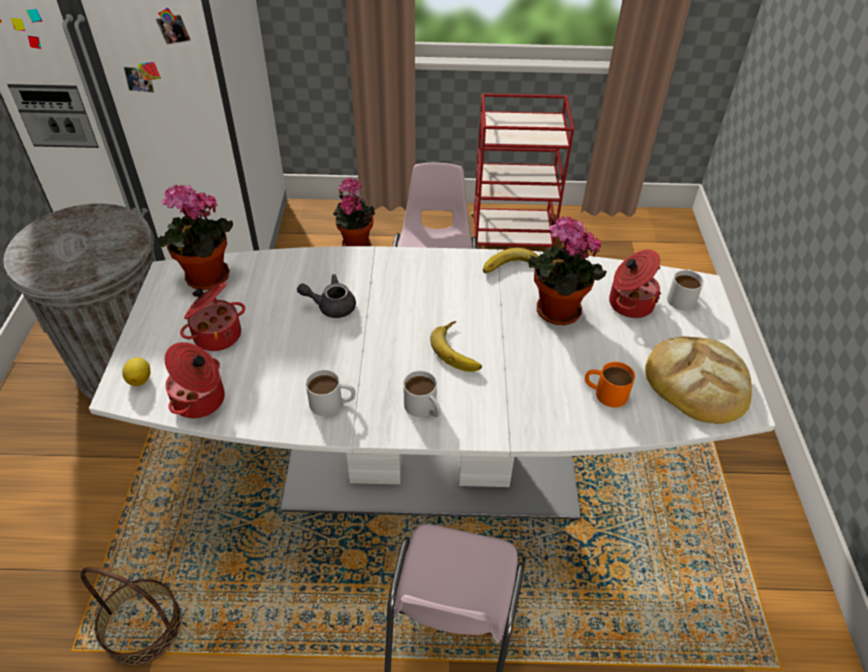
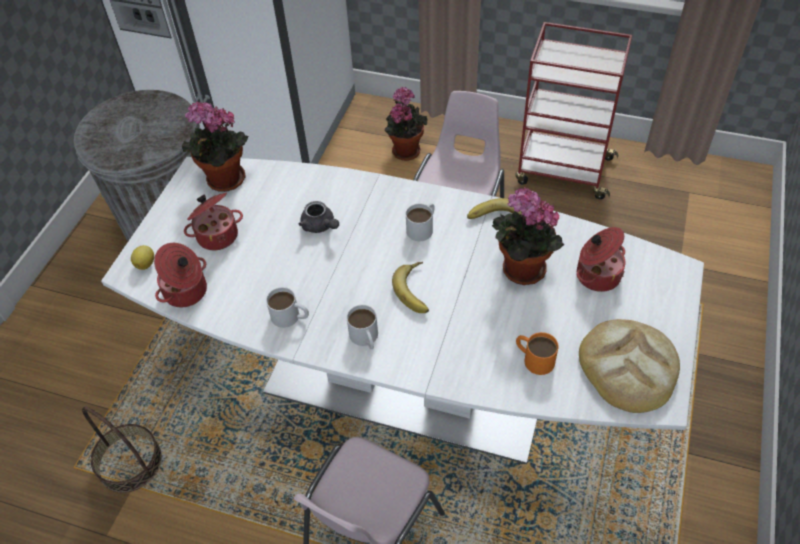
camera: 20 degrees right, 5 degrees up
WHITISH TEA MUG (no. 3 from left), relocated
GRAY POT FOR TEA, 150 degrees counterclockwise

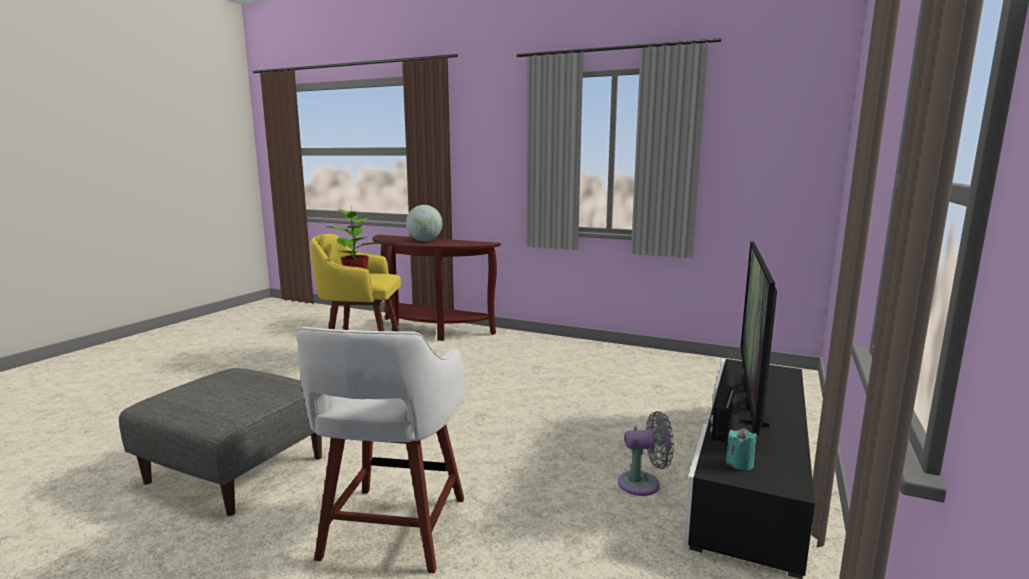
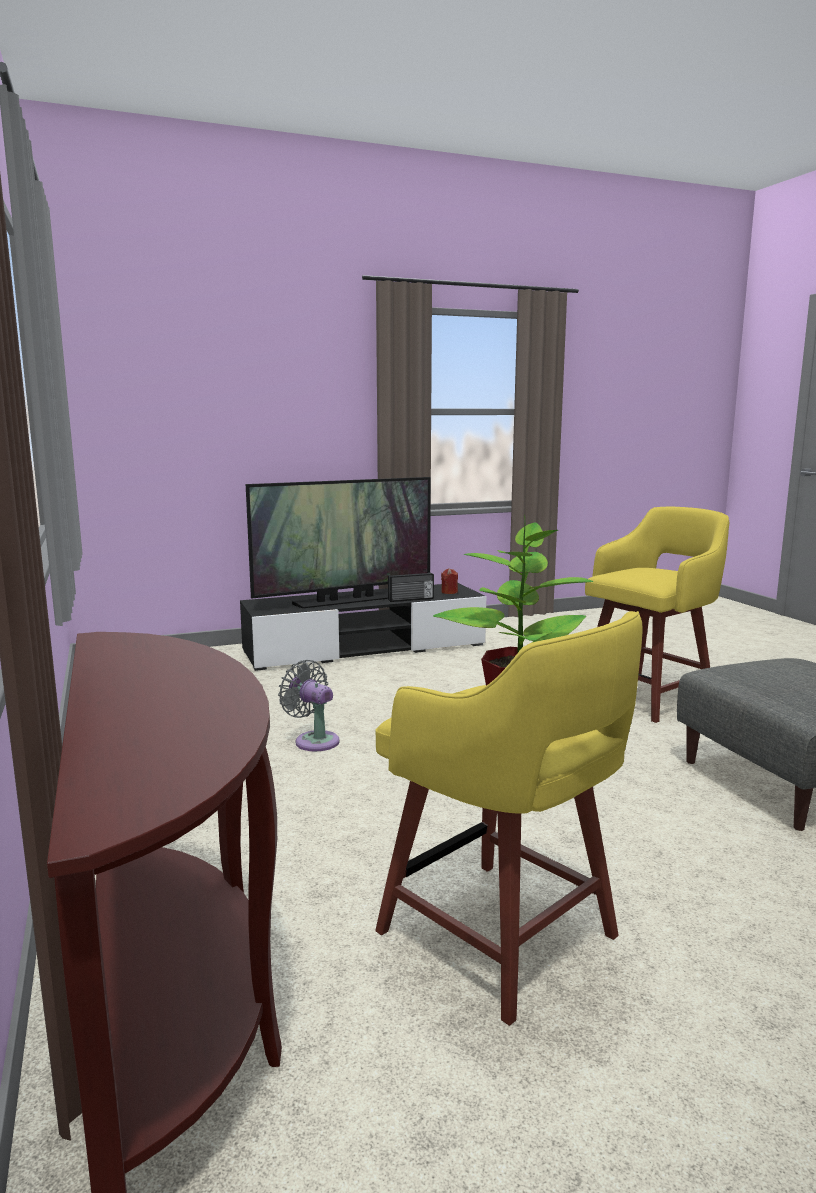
camera: 135 degrees left, 0 degrees up
WORLD GLOBE → -
WHITISH STOOL SEAT → YELLOW-COLOURED STOOL SEAT (no. 2 from left)
GRAY COOLING FAN, relocated
TURQUOISE-COLOURED WAX CANDLE → RED WAX CANDLE

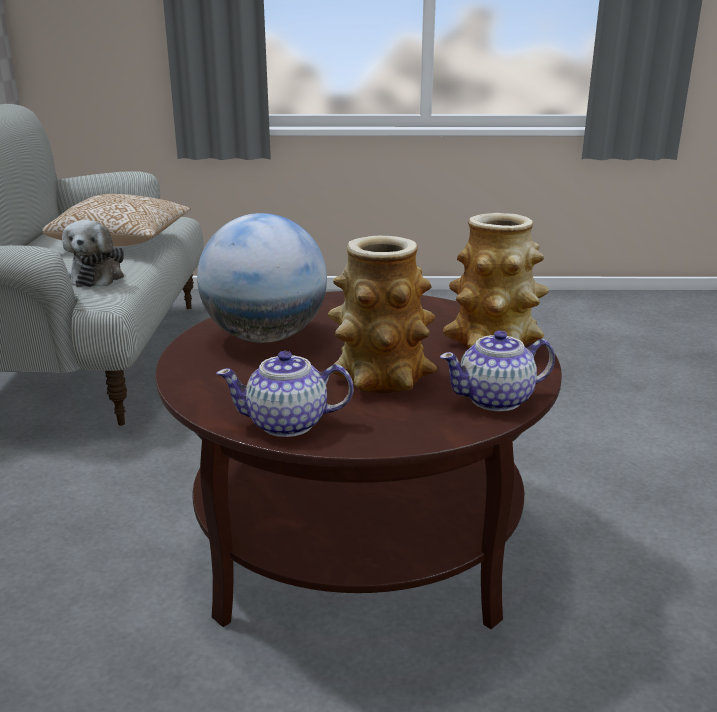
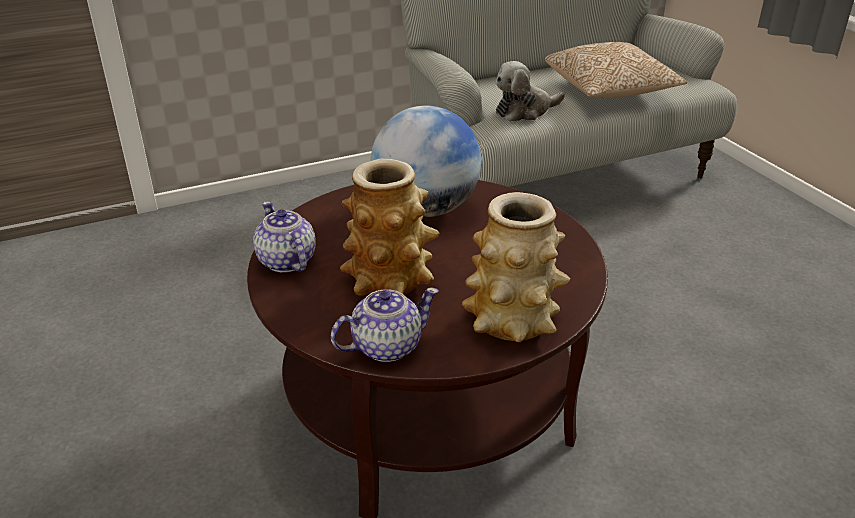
camera: 65 degrees right, 10 degrees up
POT FOR TEA (no. 2 from left), 105 degrees clockwise

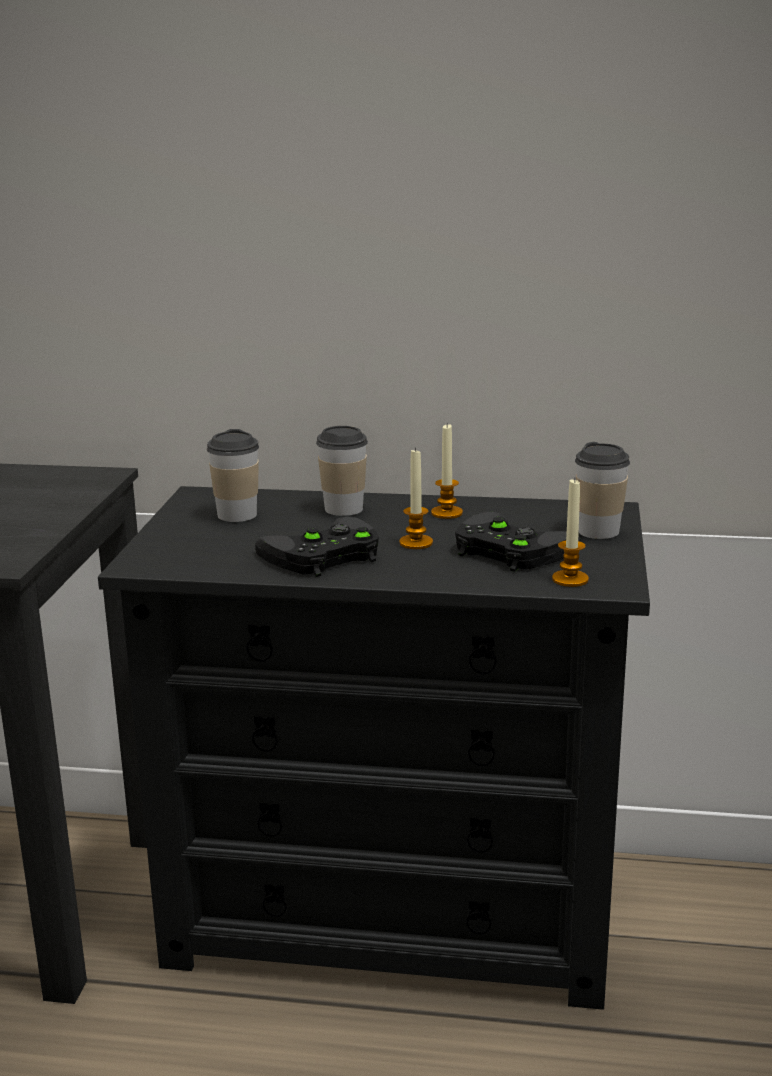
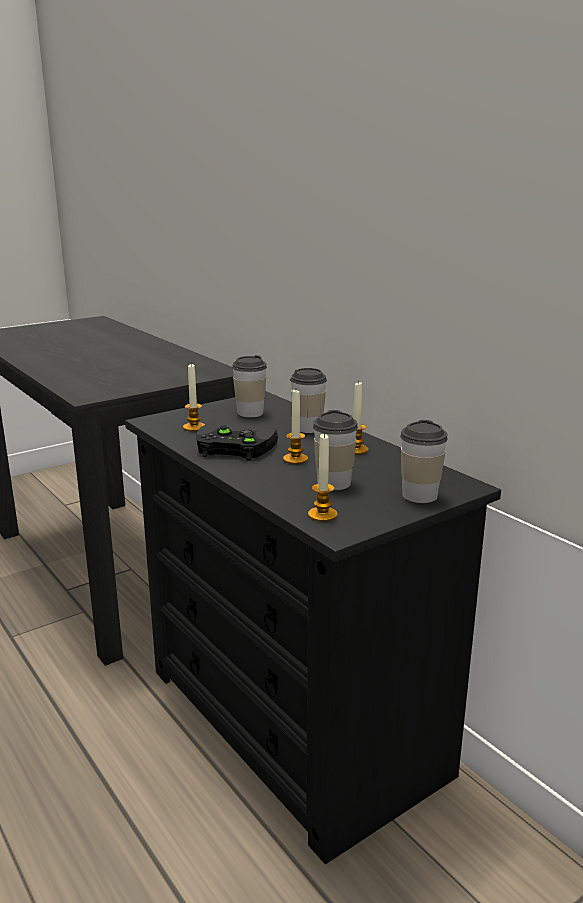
camera: 45 degrees right, 0 degrees up
BLACK-COLOURED GAME CONTROLLER (no. 2 from left) → DRINKING CUP (no. 3 from left)
- → WAX CANDLE (no. 1 from left)

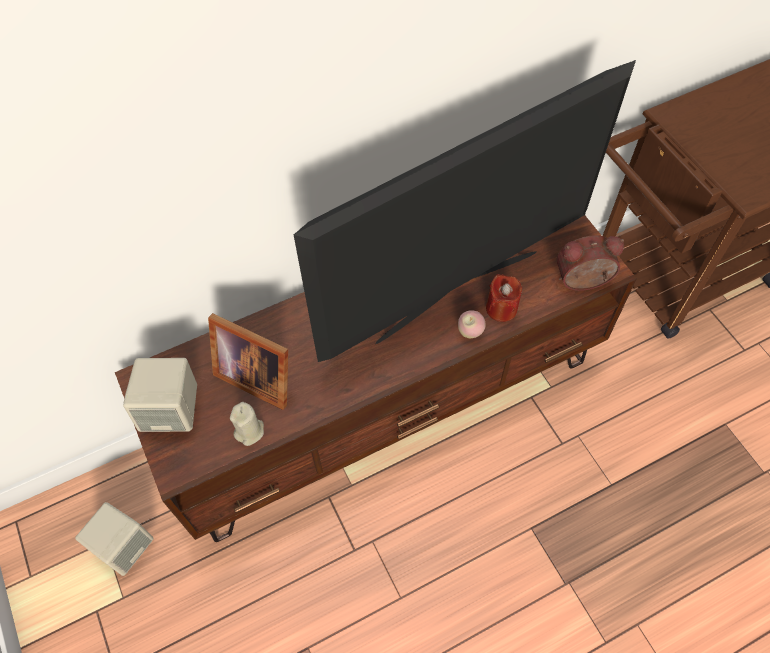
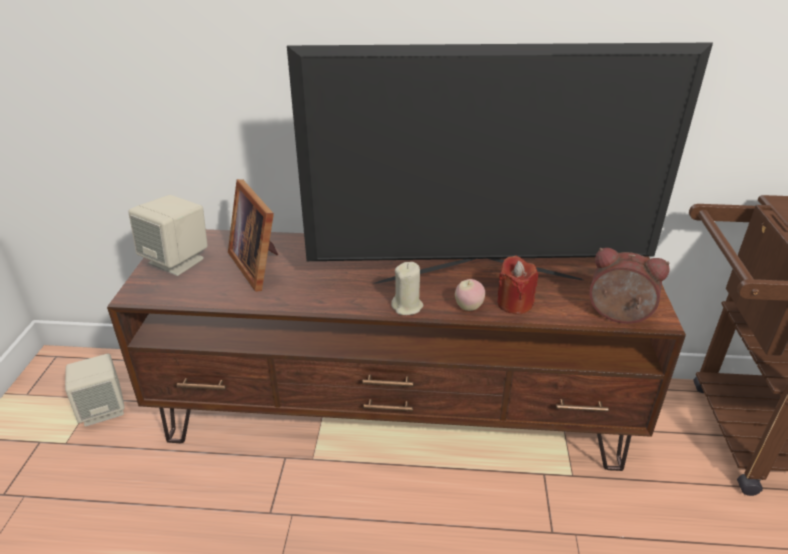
camera: 30 degrees right, 25 degrees down
BEIGE-COLOURED WAX CANDLE, relocated

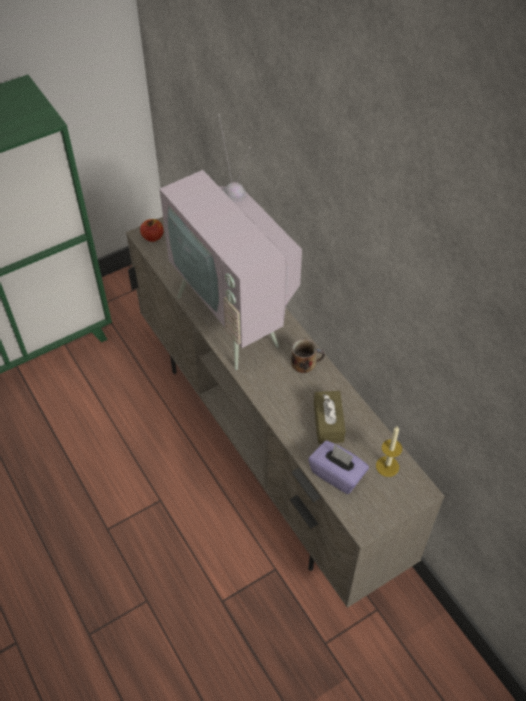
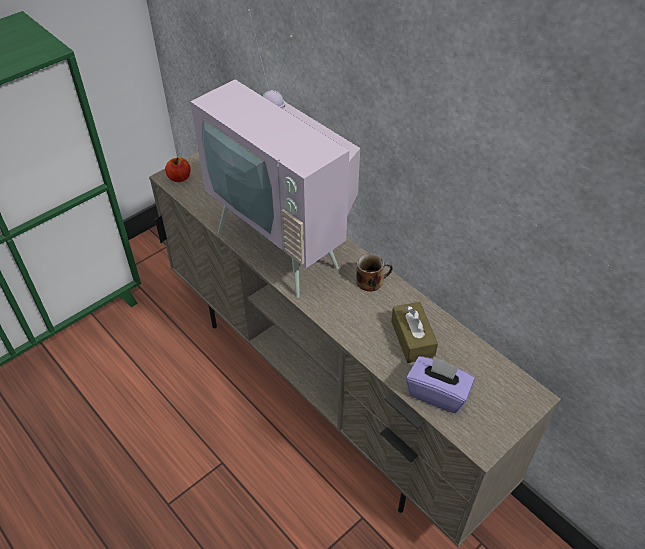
camera: 10 degrees left, 5 degrees down
WAX CANDLE → -

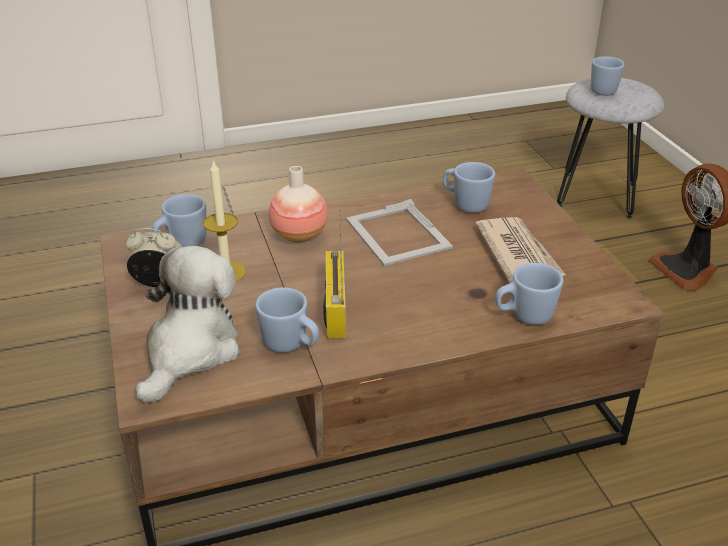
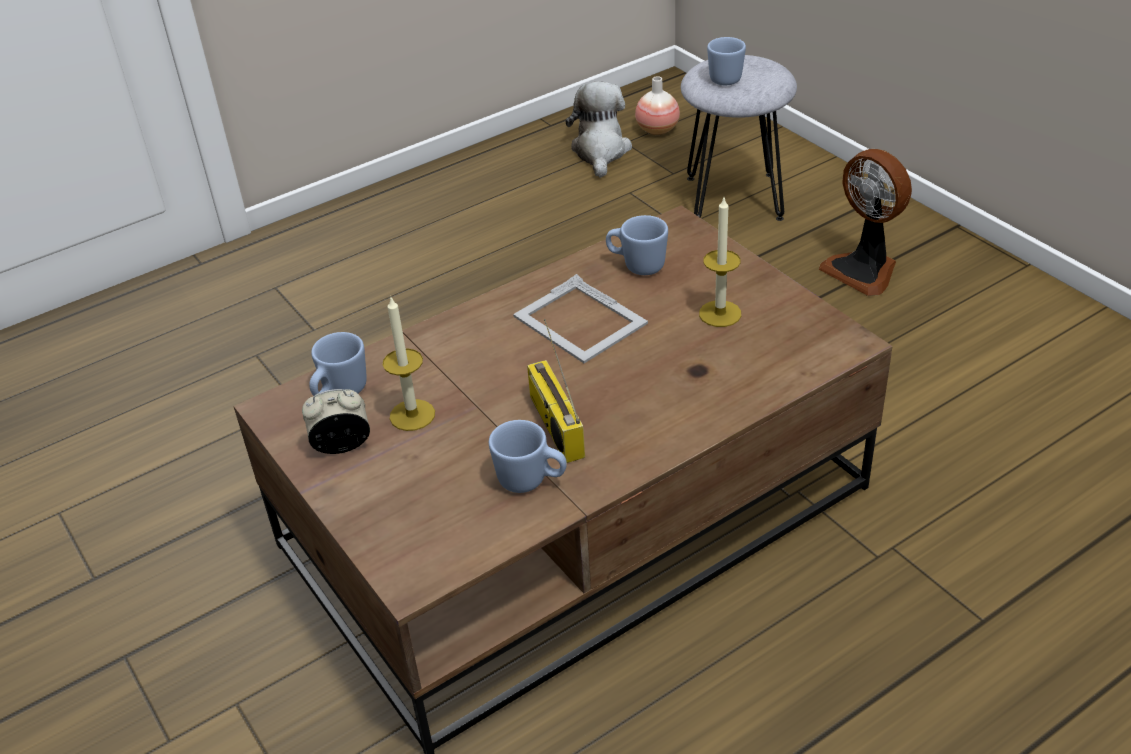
camera: 15 degrees left, 5 degrees up
VASE, relocated
NEWSPAPER → WAX CANDLE (no. 2 from left)
PLUSH TOY, relocated
BLUISH TEA MUG (no. 4 from left) → -

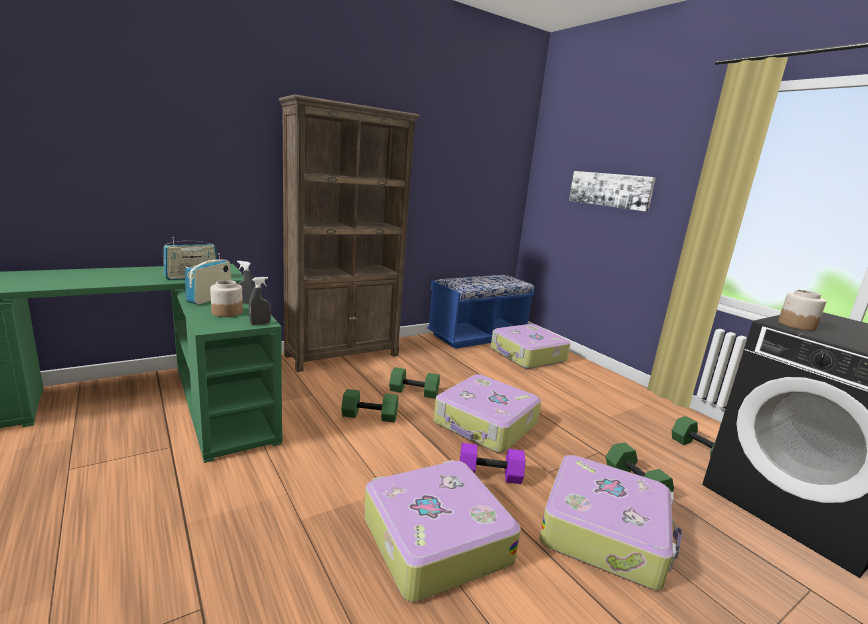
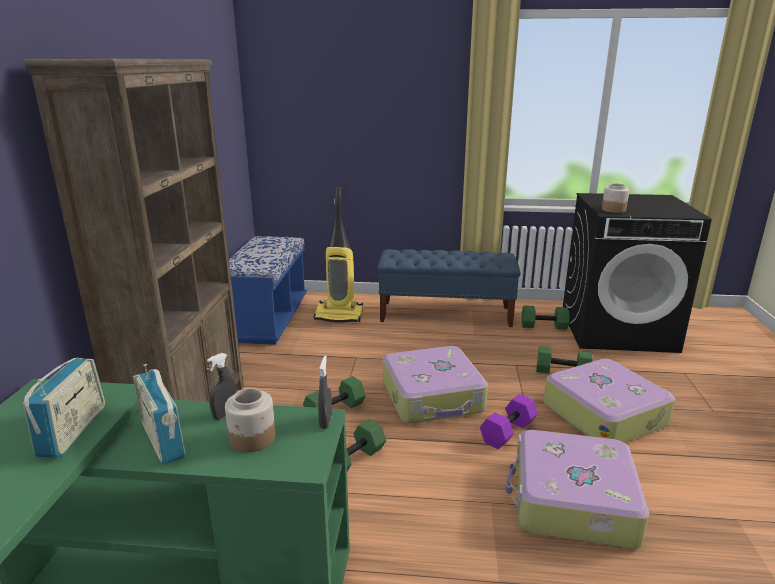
camera: 50 degrees left, 5 degrees up
PICTURE → -
TRAVEL CASE (no. 3 from left) → VACUUM
- → BLUISH BENCH (no. 2 from left)

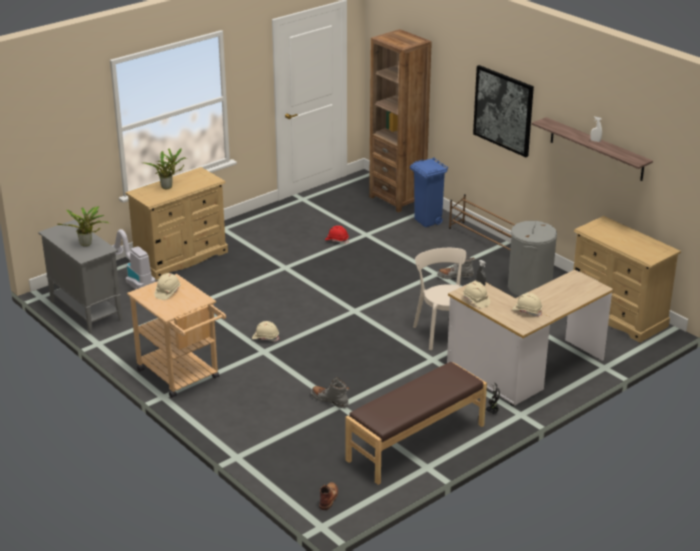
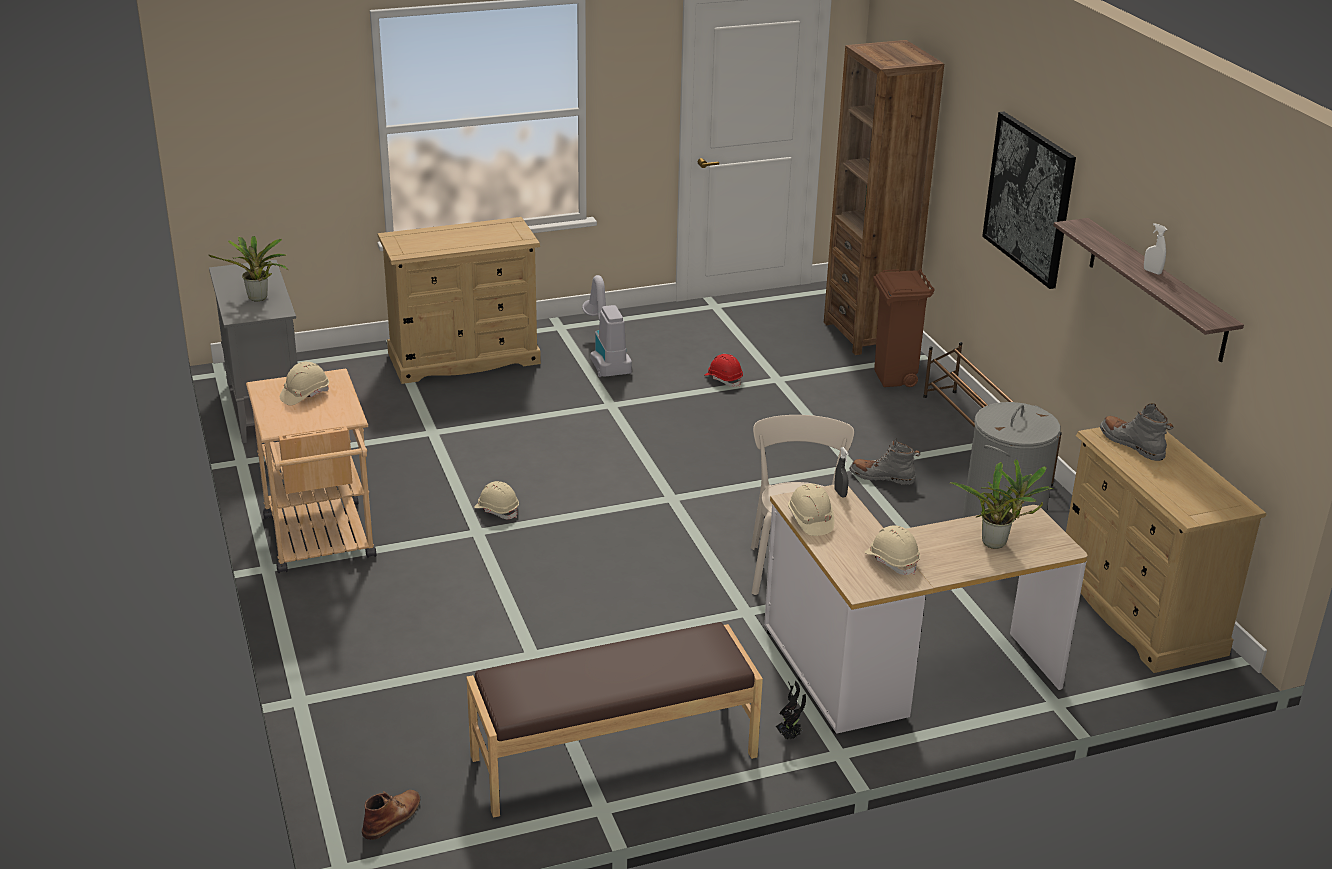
camera: 20 degrees right, 0 degrees up
POTTED PLANT (no. 2 from left in the first image) → POTTED PLANT (no. 3 from left), relocated
BLUISH RUBBISH BIN → BROWN RUBBISH BIN
VACUUM, relocated
GRAY TALL BOOT (no. 1 from left in the first image) → GRAY TALL BOOT (no. 2 from left), relocated

